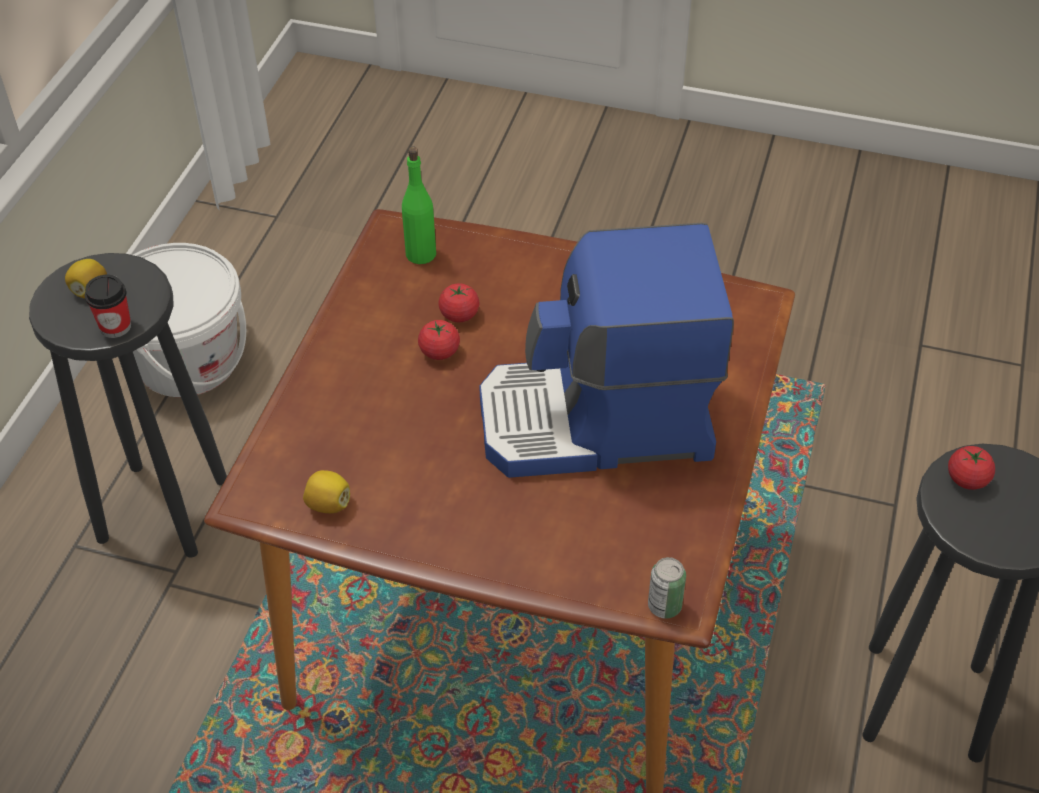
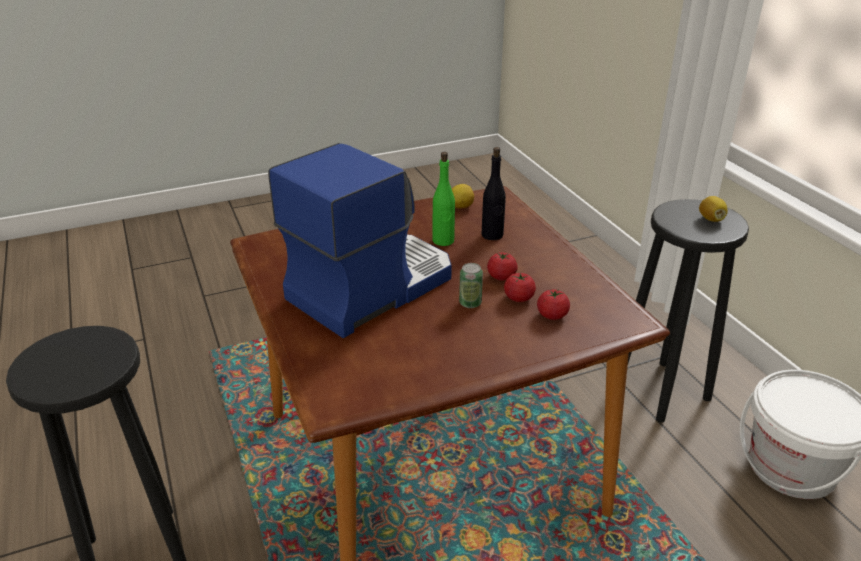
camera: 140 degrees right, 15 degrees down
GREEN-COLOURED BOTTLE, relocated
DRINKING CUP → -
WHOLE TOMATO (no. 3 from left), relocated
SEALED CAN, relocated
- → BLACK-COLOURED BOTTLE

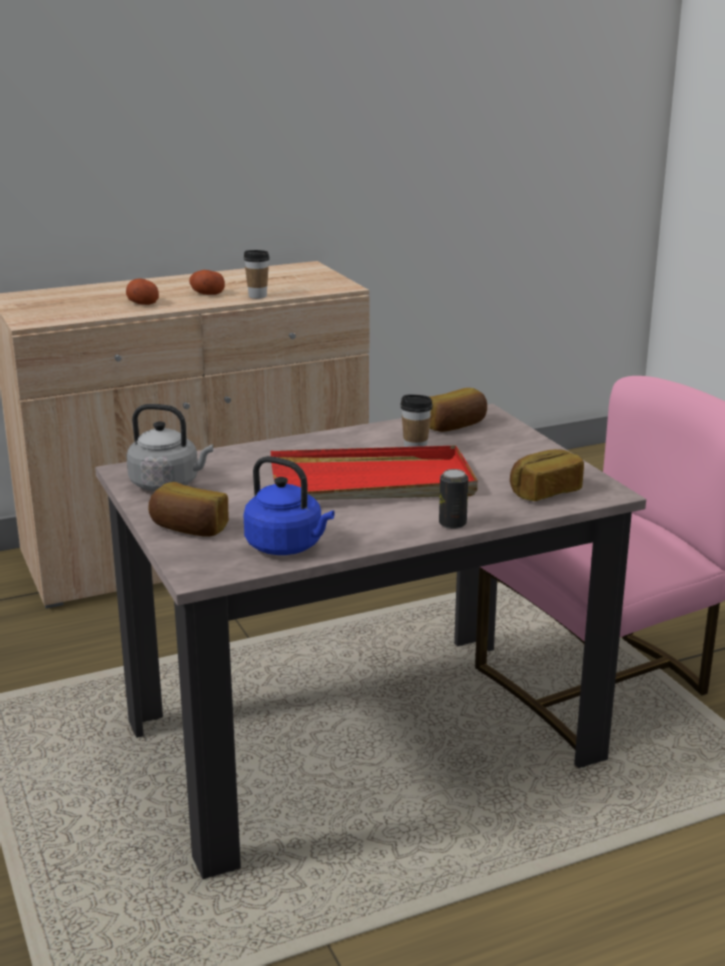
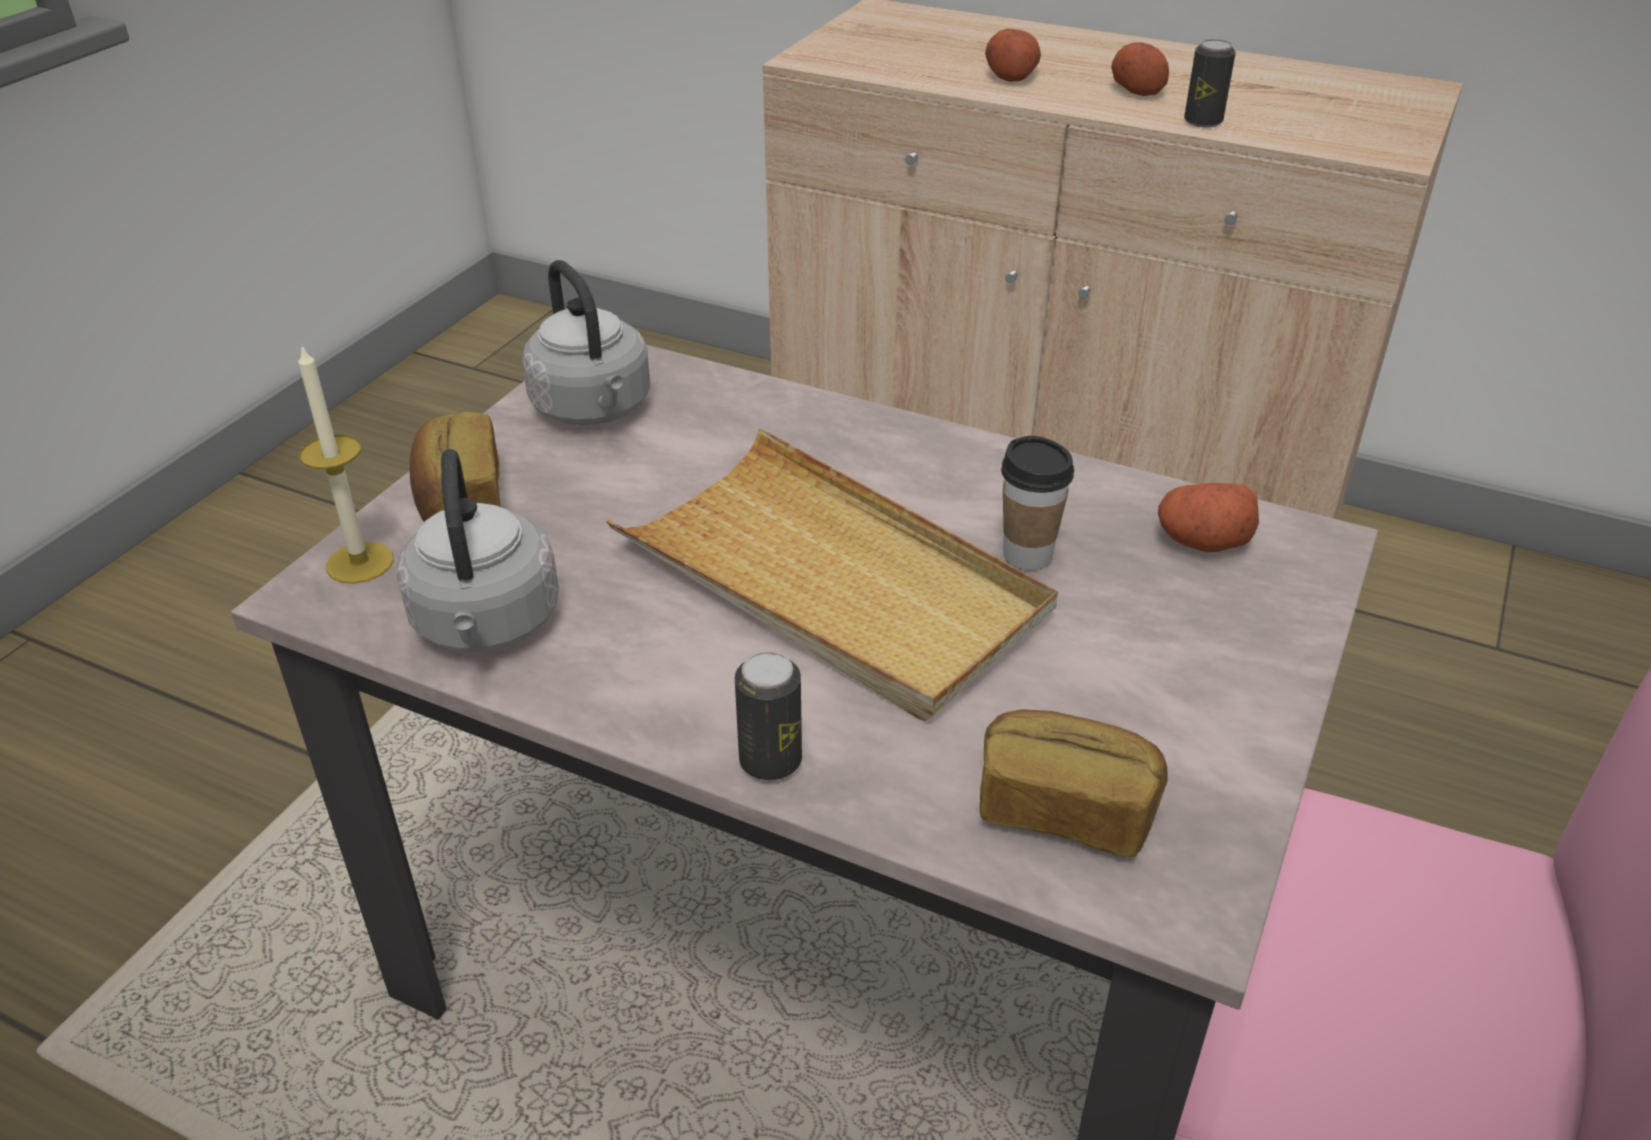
camera: 50 degrees right, 15 degrees up
DRINKING CUP (no. 1 from left) → SEALED CAN (no. 2 from left)
BAKED BREAD (no. 2 from left) → POTATO (no. 3 from left)
RED TRAY → BEIGE-COLOURED TRAY
BLUISH TEA KETTLE → GRAY TEA KETTLE (no. 1 from left)
- → WAX CANDLE

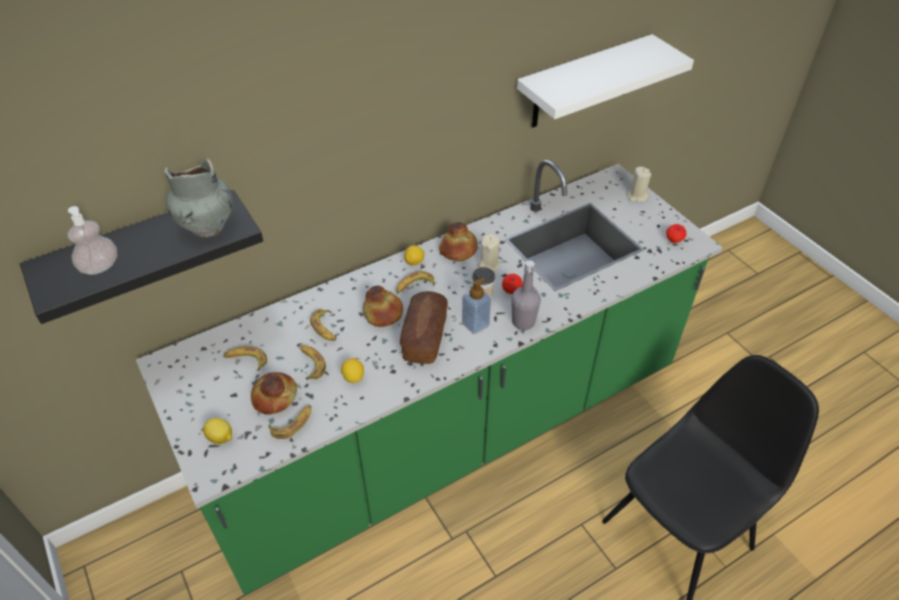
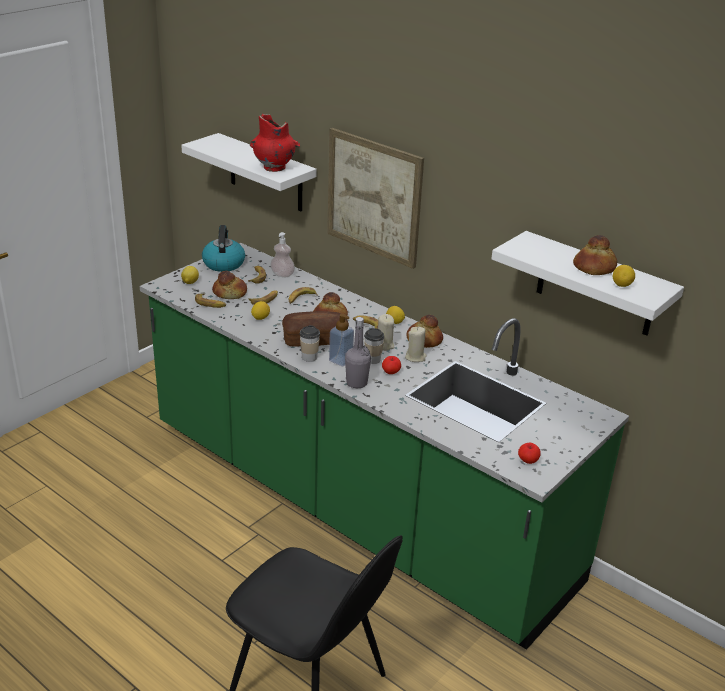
camera: 70 degrees right, 15 degrees down
GRAY VASE → RED VASE
BEIGE-COLOURED WAX CANDLE (no. 2 from left in the first image) → BEIGE-COLOURED WAX CANDLE (no. 1 from left), relocated
BLACK-COLOURED BRACKET SHELF → WHITISH BRACKET SHELF (no. 1 from left)
SOAP DISPENSER (no. 1 from left), relocated
- → PICTURE
- → TEA KETTLE
- → BAKED BREAD (no. 5 from left)
- → WHOLE LEMON (no. 4 from left)
- → DRINKING CUP (no. 1 from left)

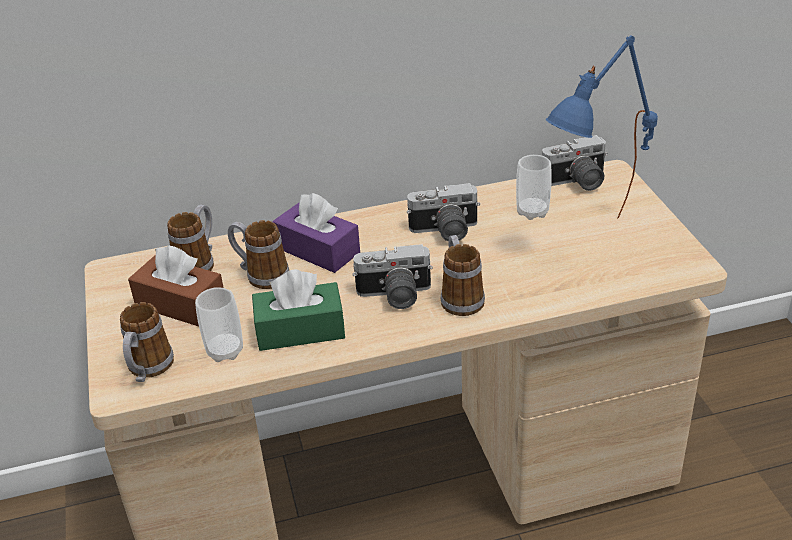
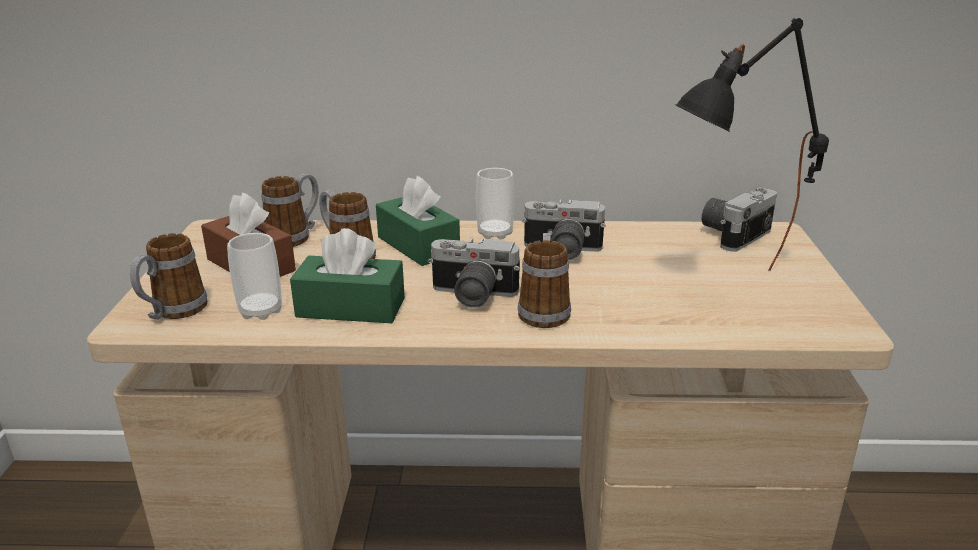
camera: 15 degrees right, 10 degrees down
BLUISH LAMP FOR A TABLE → BLACK-COLOURED LAMP FOR A TABLE
STILL CAMERA (no. 3 from left), 135 degrees clockwise
DRINKING CUP (no. 2 from left), relocated
PURPLE TISSUE BOX → GREEN-COLOURED TISSUE BOX (no. 2 from left)

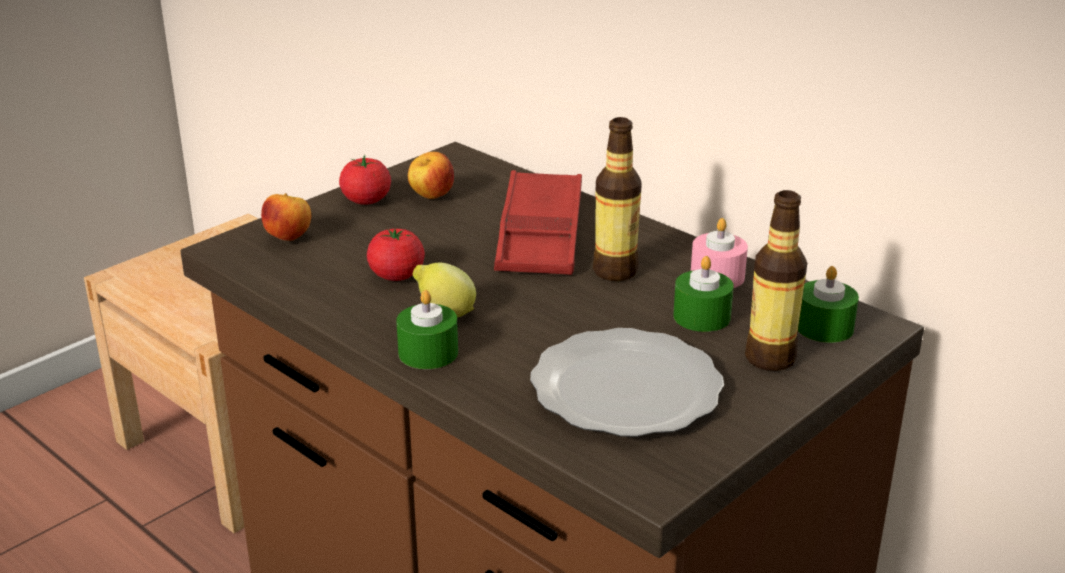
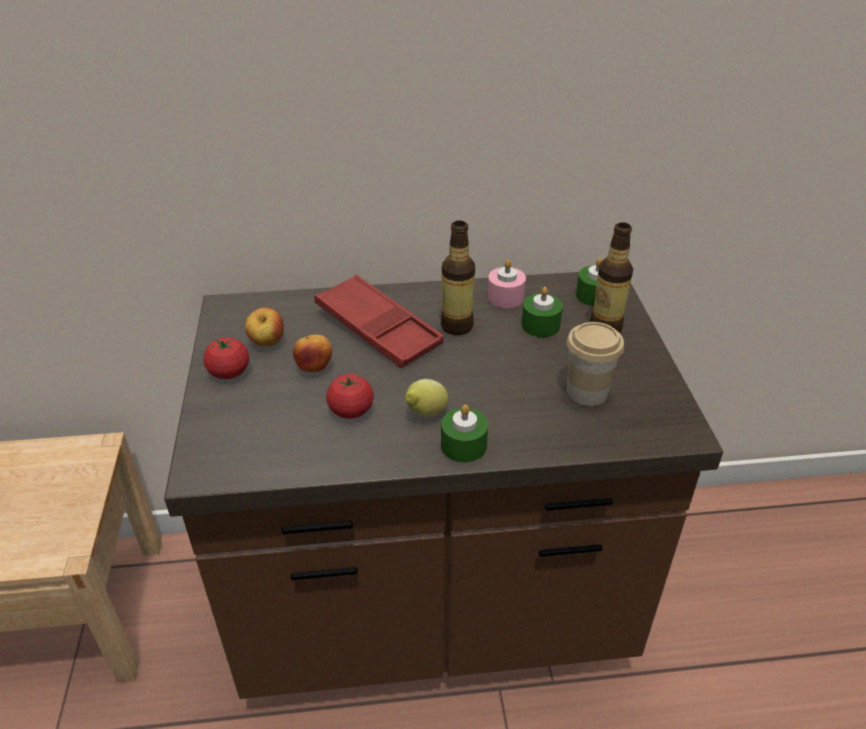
camera: 50 degrees left, 10 degrees up
APPLE (no. 1 from left in the first image) → APPLE (no. 2 from left), relocated
DINNER PLATE → DRINKING CUP

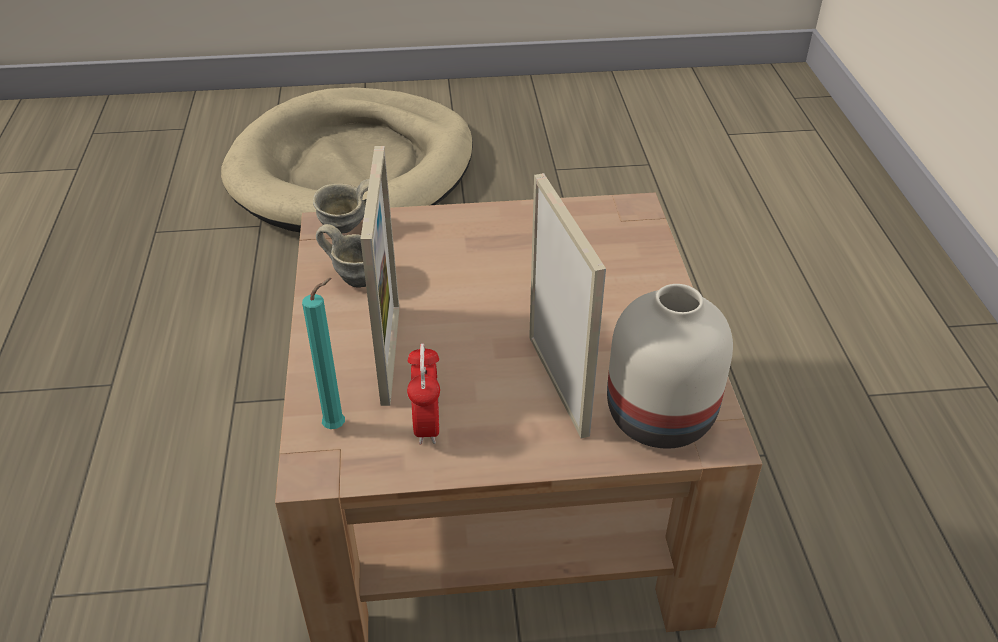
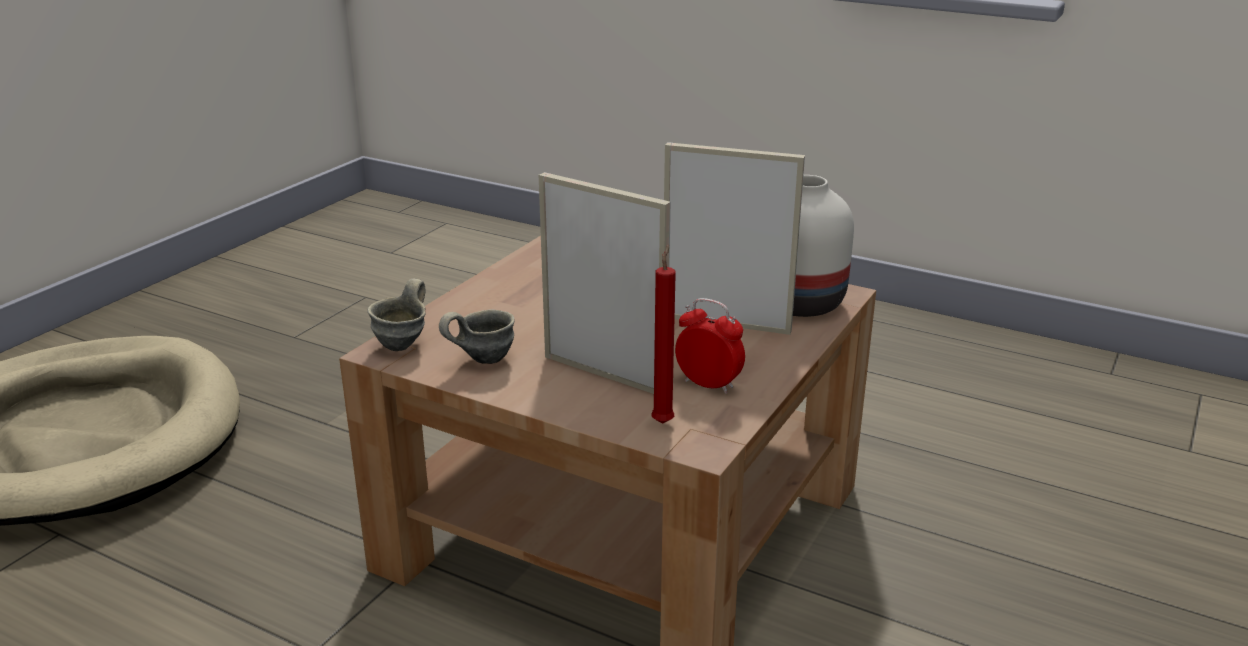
camera: 55 degrees left, 15 degrees down
TURQUOISE-COLOURED WAX CANDLE → RED WAX CANDLE

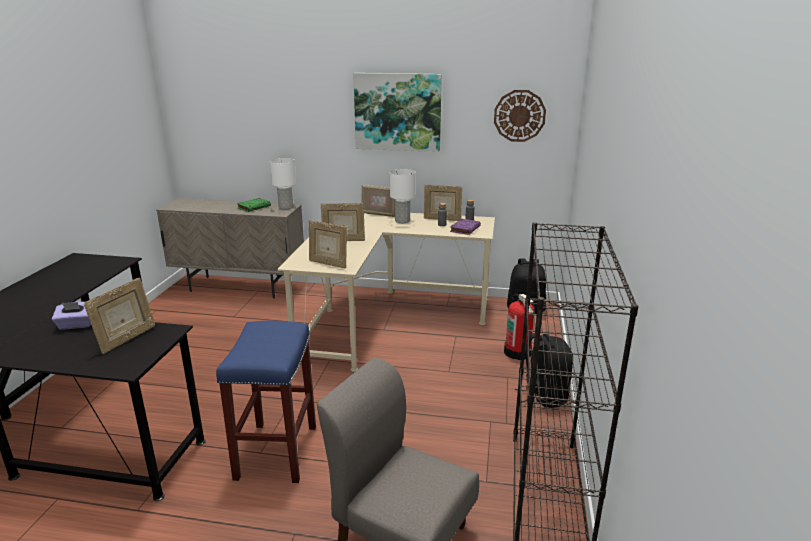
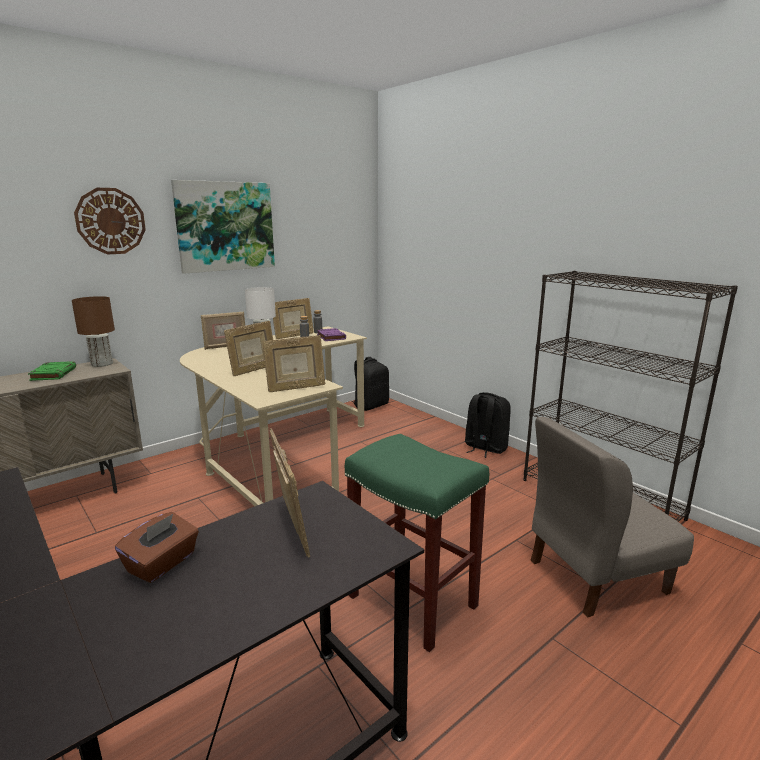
camera: 50 degrees left, 5 degrees down
HANGING CLOCK, relocated
WHITISH LAMP FOR A TABLE (no. 1 from left) → BROWN LAMP FOR A TABLE
FIRE EXTINGUISHER → -
PURPLE TISSUE BOX → BROWN TISSUE BOX
BLUISH STOOL SEAT → GREEN-COLOURED STOOL SEAT

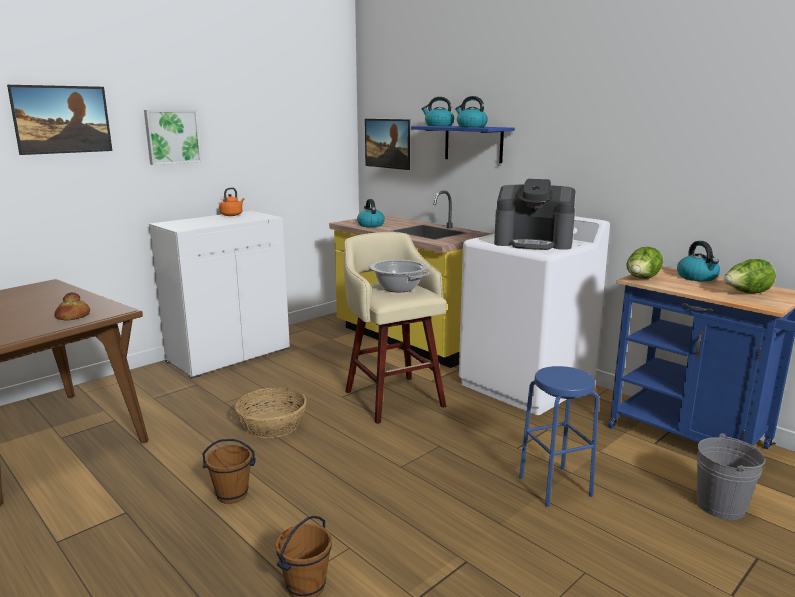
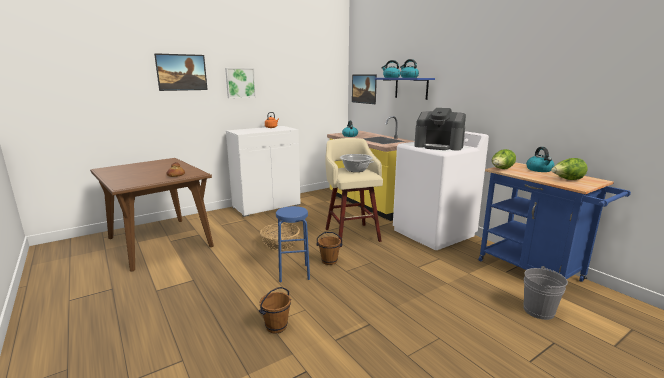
camera: 10 degrees right, 0 degrees up
BLUISH STOOL SEAT, relocated
BROWN PAIL (no. 1 from left in the first image) → BROWN PAIL (no. 2 from left), relocated

